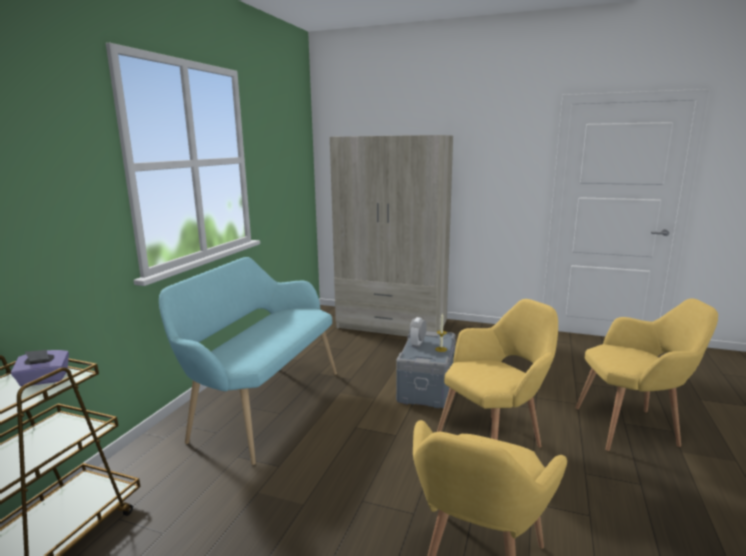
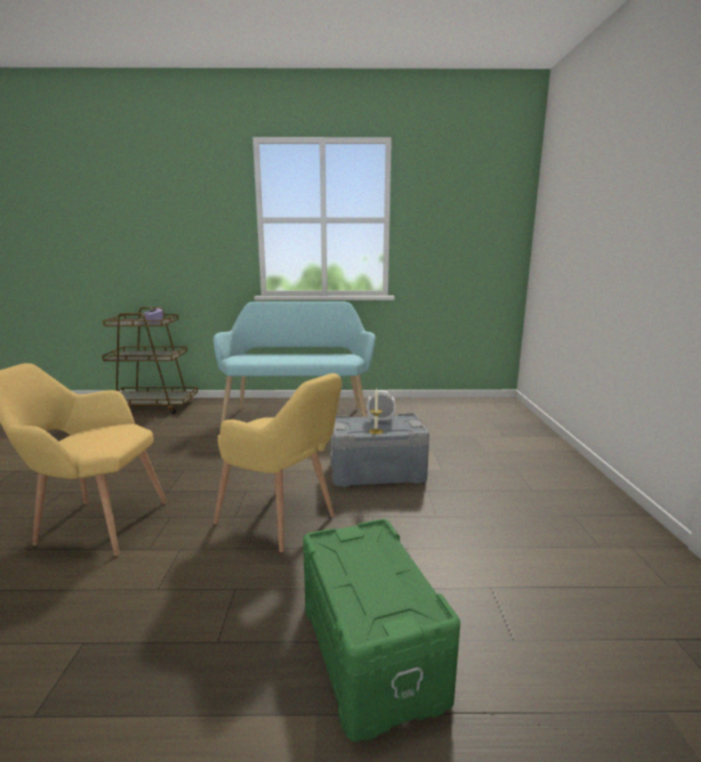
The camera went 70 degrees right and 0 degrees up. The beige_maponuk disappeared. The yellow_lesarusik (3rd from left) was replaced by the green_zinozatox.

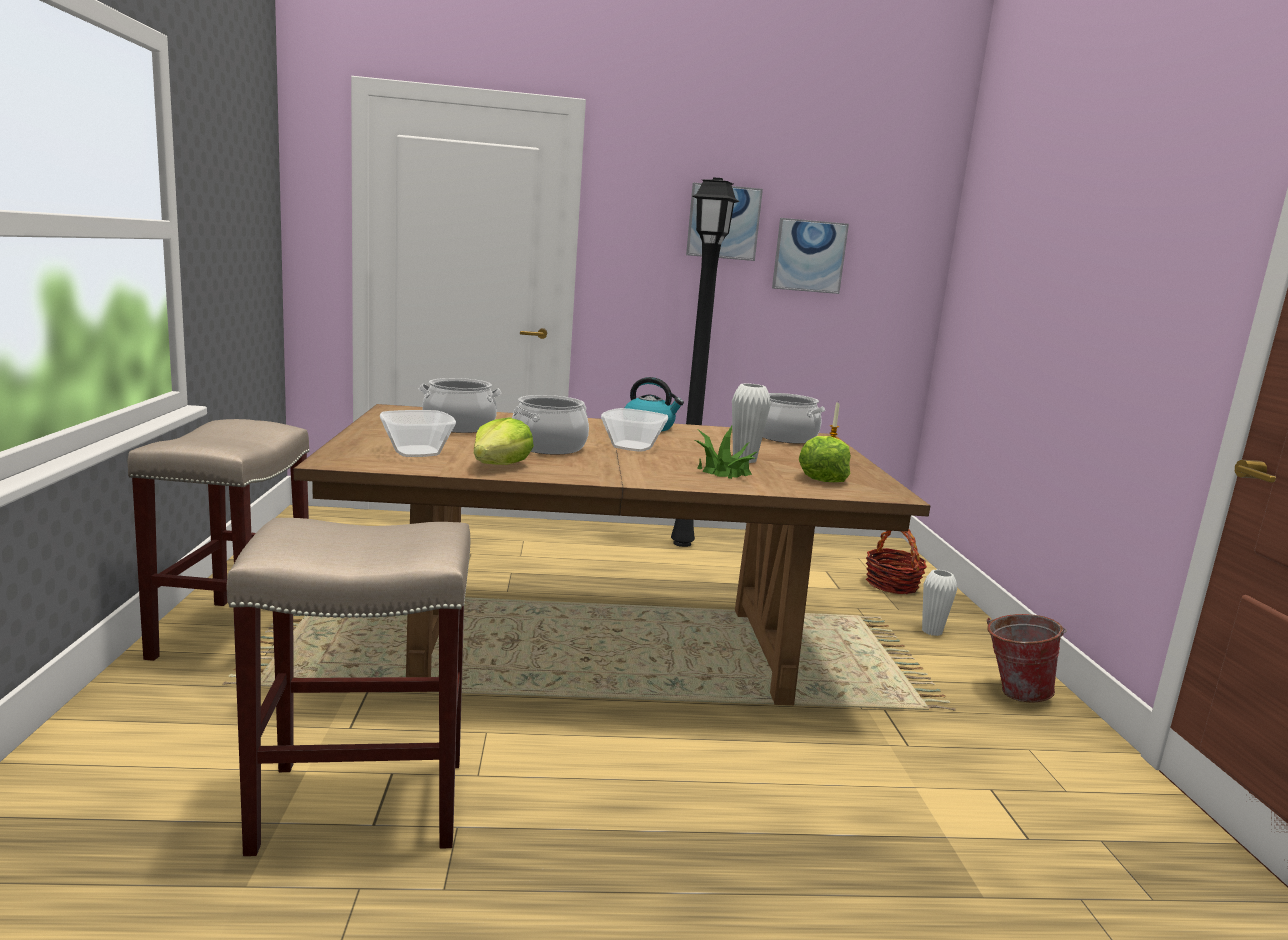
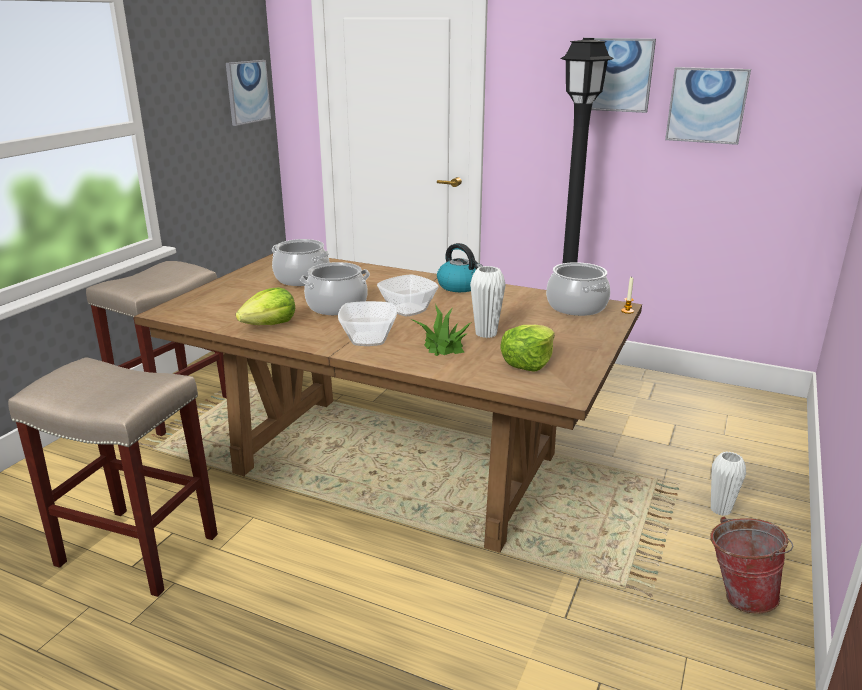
The camera went 30 degrees right and 10 degrees up. The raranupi (1st from left) moved. The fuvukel disappeared. The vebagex (1st from left) appeared.

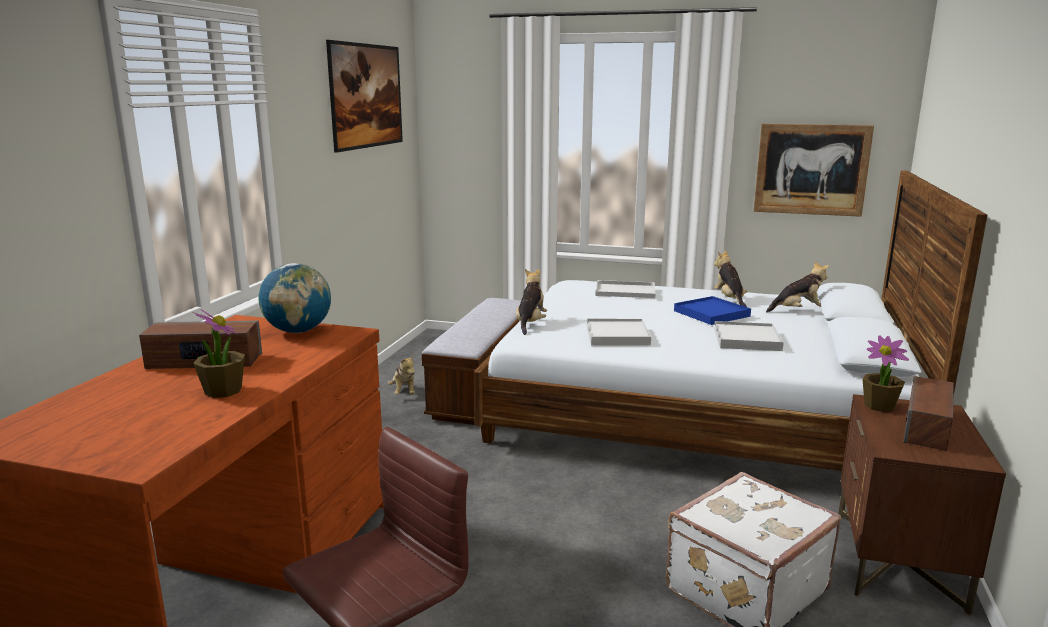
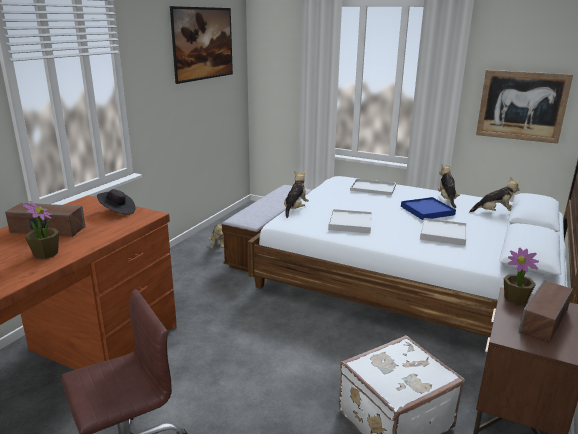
The camera went 10 degrees right and 5 degrees up. The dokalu was replaced by the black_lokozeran.

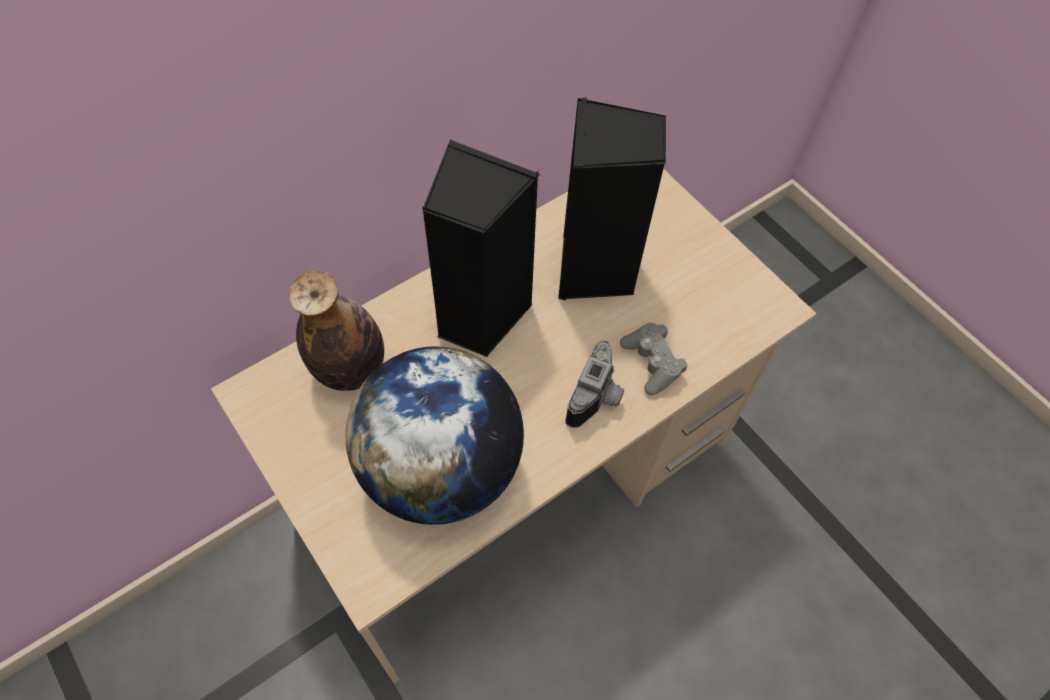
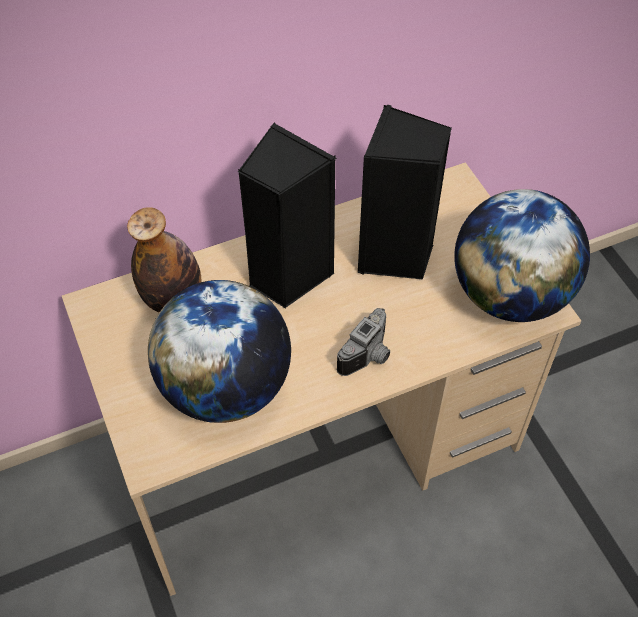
The camera went 15 degrees right and 5 degrees down. The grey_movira disappeared. The dokalu (2nd from left) appeared.

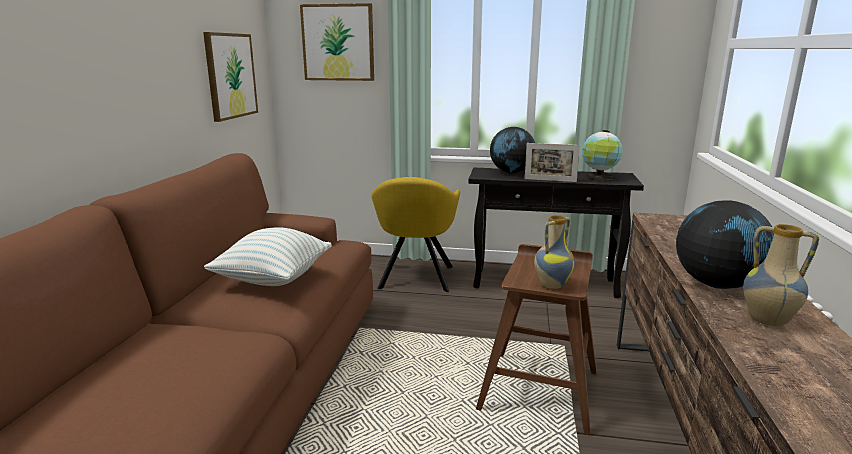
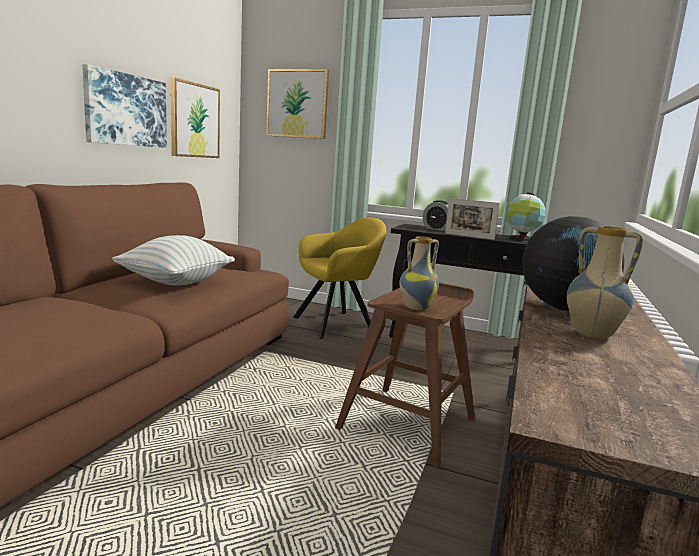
The camera went 10 degrees right and 5 degrees down. The yellow_lesarusik turned 135 degrees counterclockwise. The dokalu (1st from left) was replaced by the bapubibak. The vebagex (1st from left) appeared.

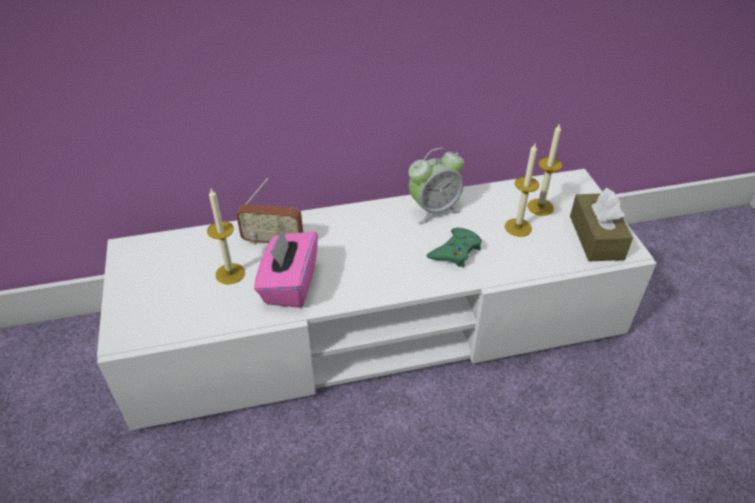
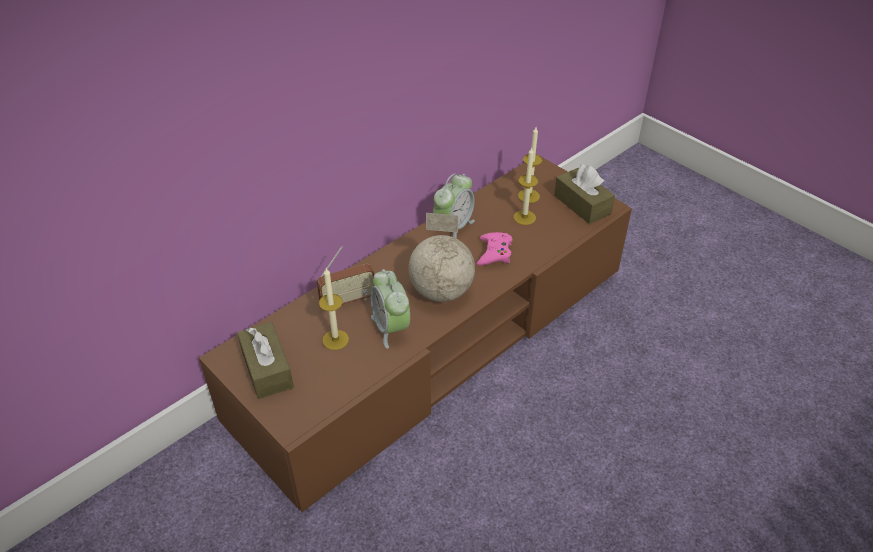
The camera went 30 degrees left and 0 degrees up. The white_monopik became the brown_monopik. The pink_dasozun was replaced by the bapubibak (1st from left). The green_movira became the pink_movira. The brown_dasozun (1st from left) appeared. The dokalu appeared.

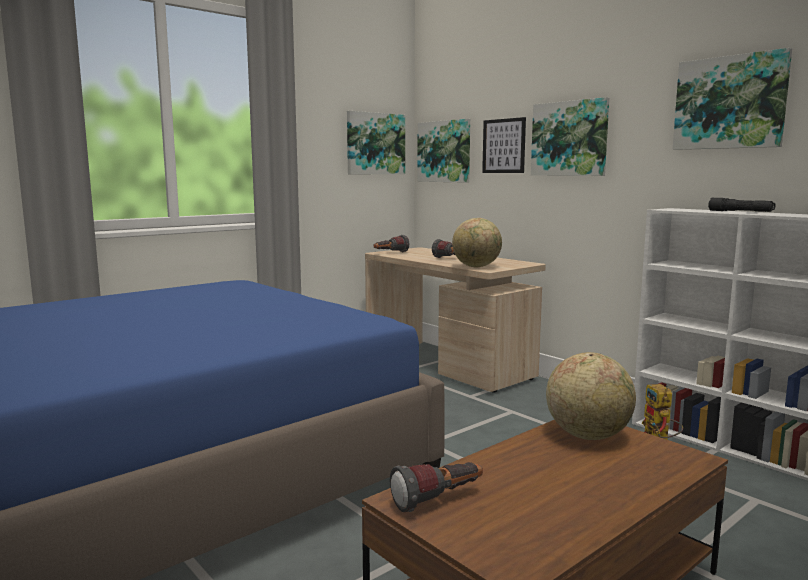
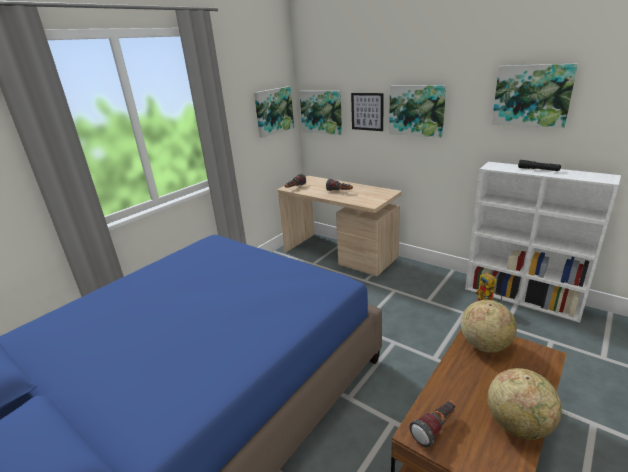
The camera went 10 degrees left and 15 degrees up. The dokalu (1st from left in the first image) moved.

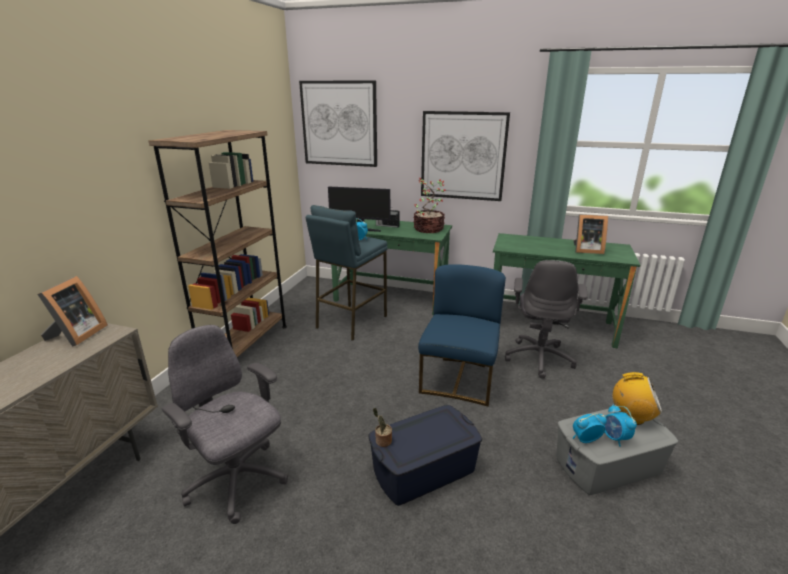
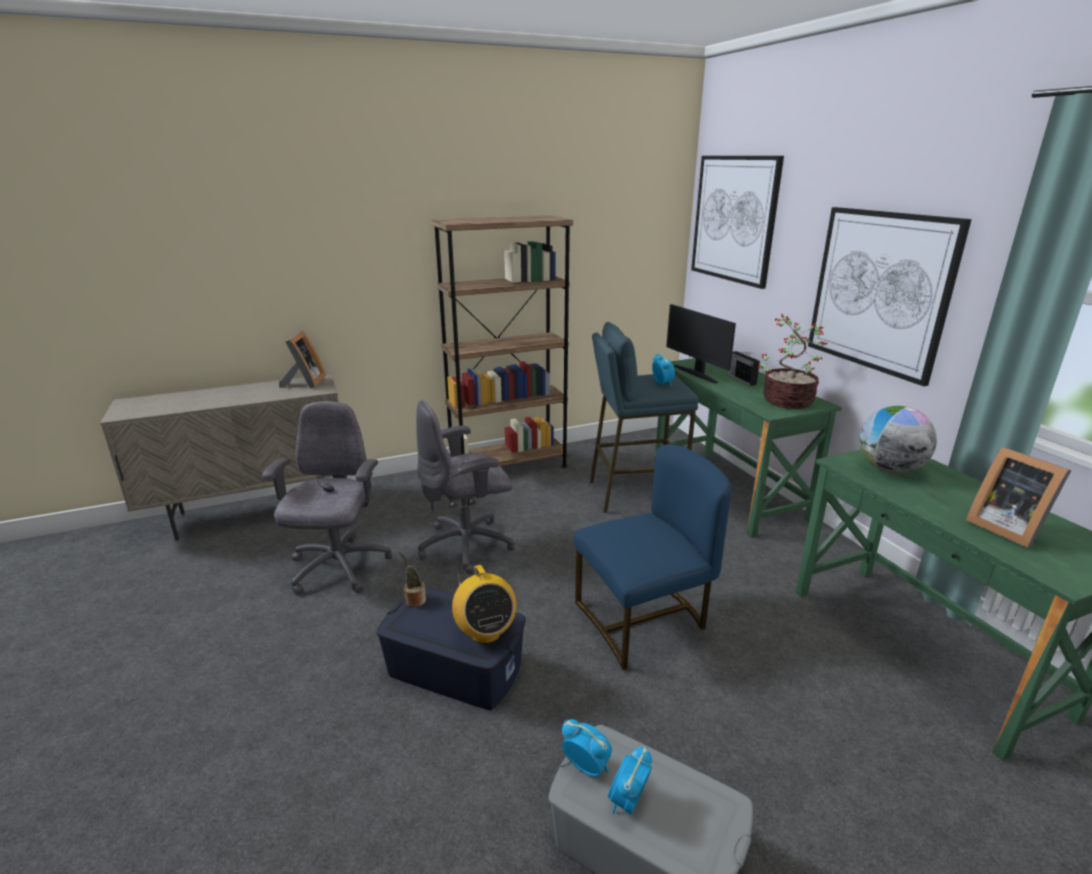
The camera went 50 degrees right and 0 degrees up. The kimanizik (1st from left) turned 60 degrees counterclockwise. The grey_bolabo (2nd from left) moved. The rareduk (2nd from left in the first image) moved. The dokalu appeared.

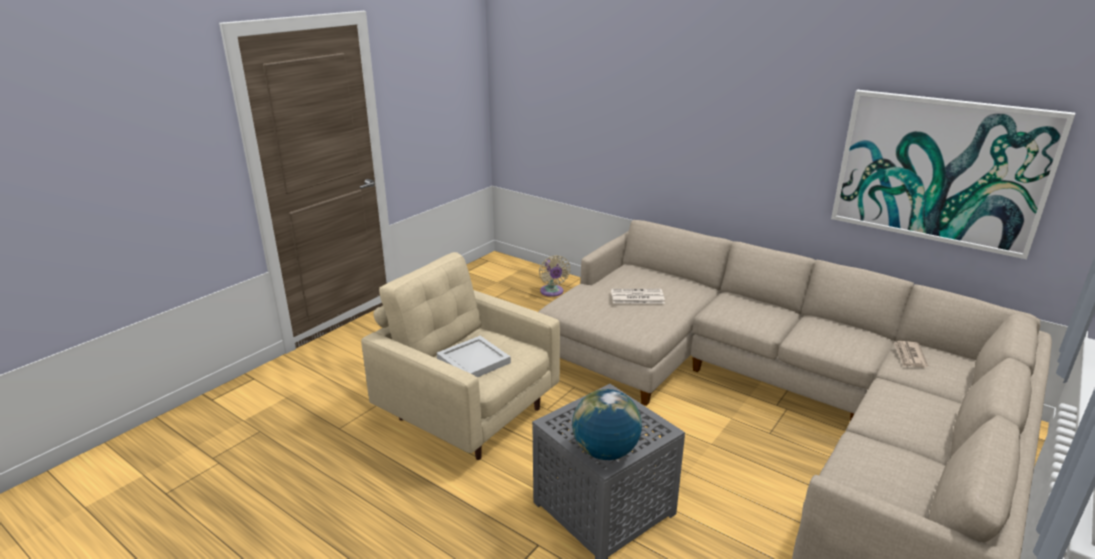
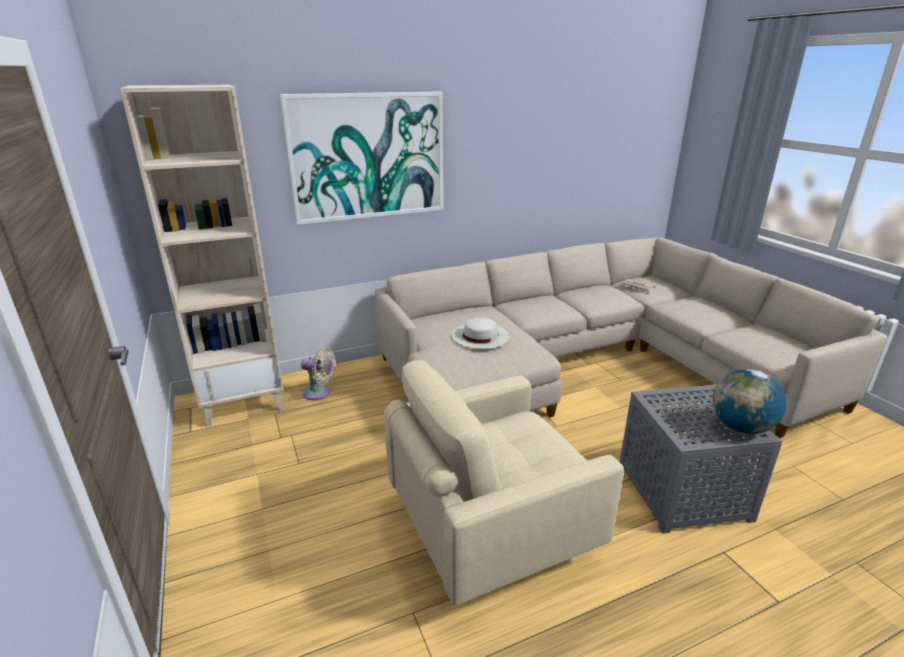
The camera went 60 degrees left and 0 degrees up. The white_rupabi disappeared. The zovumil (1st from left) was replaced by the white_lokozeran. The vebagex moved. The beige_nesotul appeared.

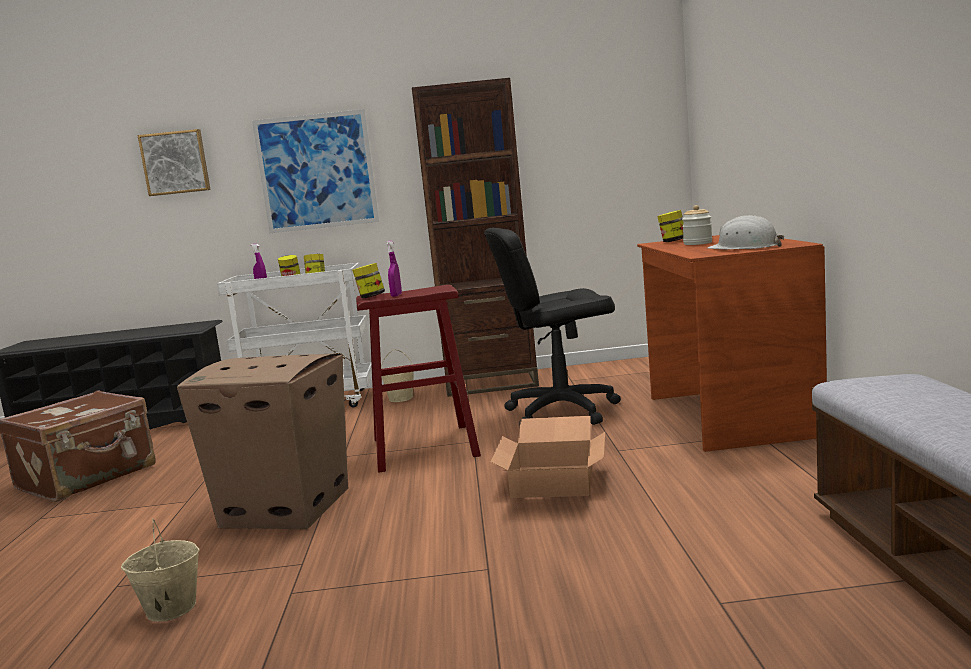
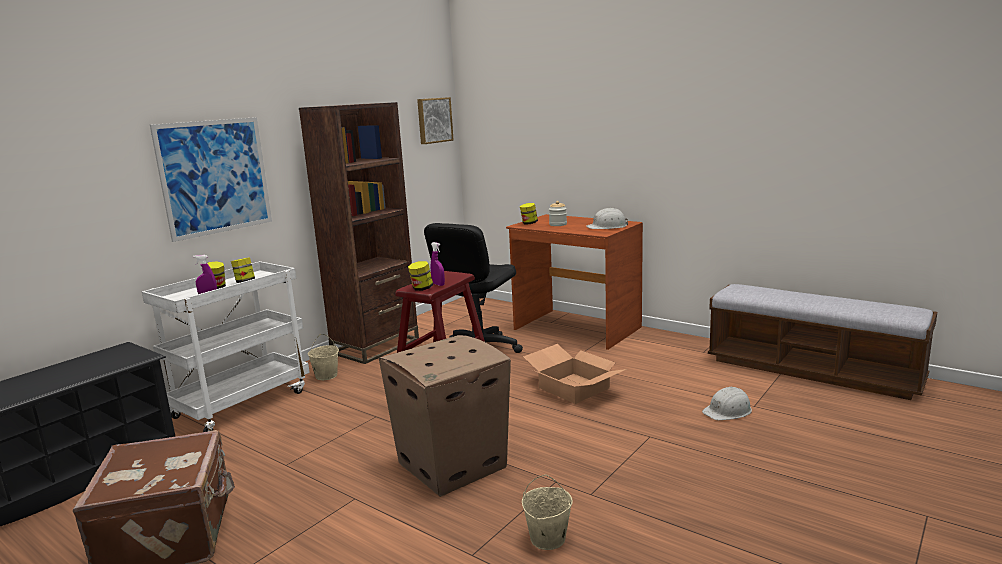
The camera went 50 degrees left and 5 degrees up. The vebagex (1st from left in the first image) moved. The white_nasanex (2nd from left) appeared.

